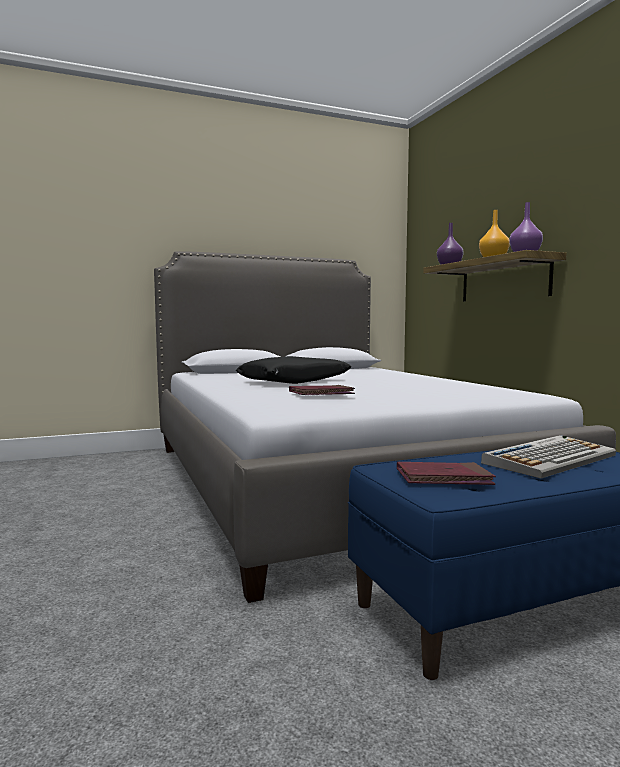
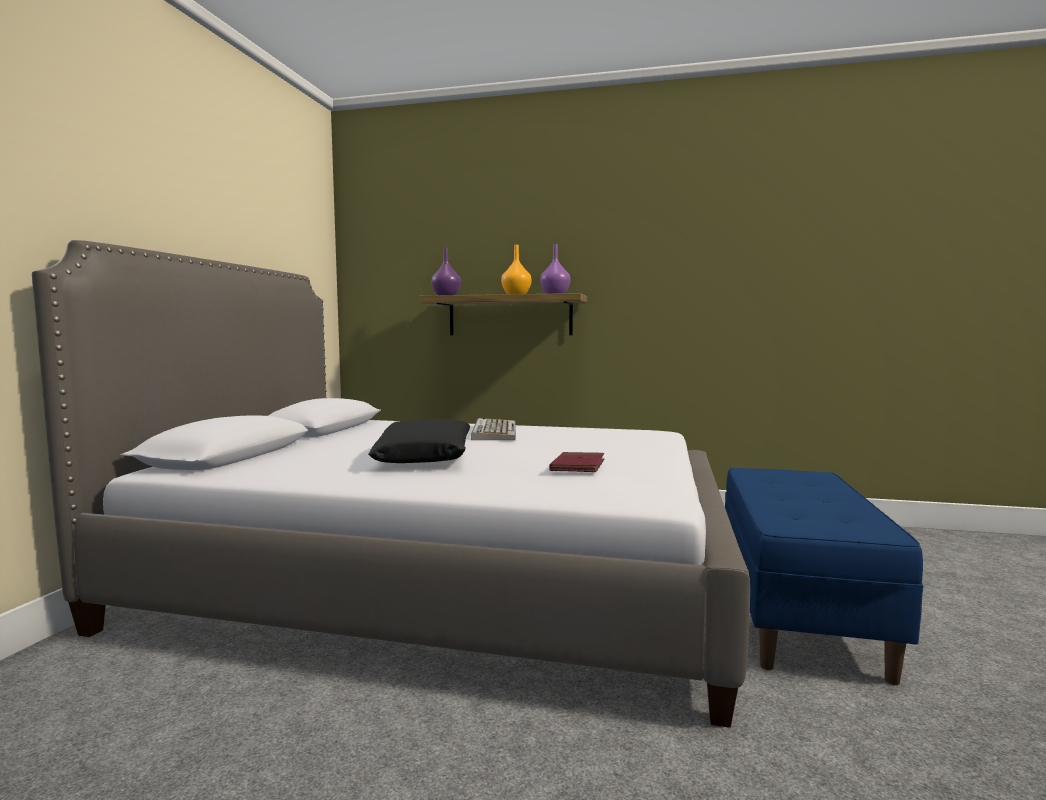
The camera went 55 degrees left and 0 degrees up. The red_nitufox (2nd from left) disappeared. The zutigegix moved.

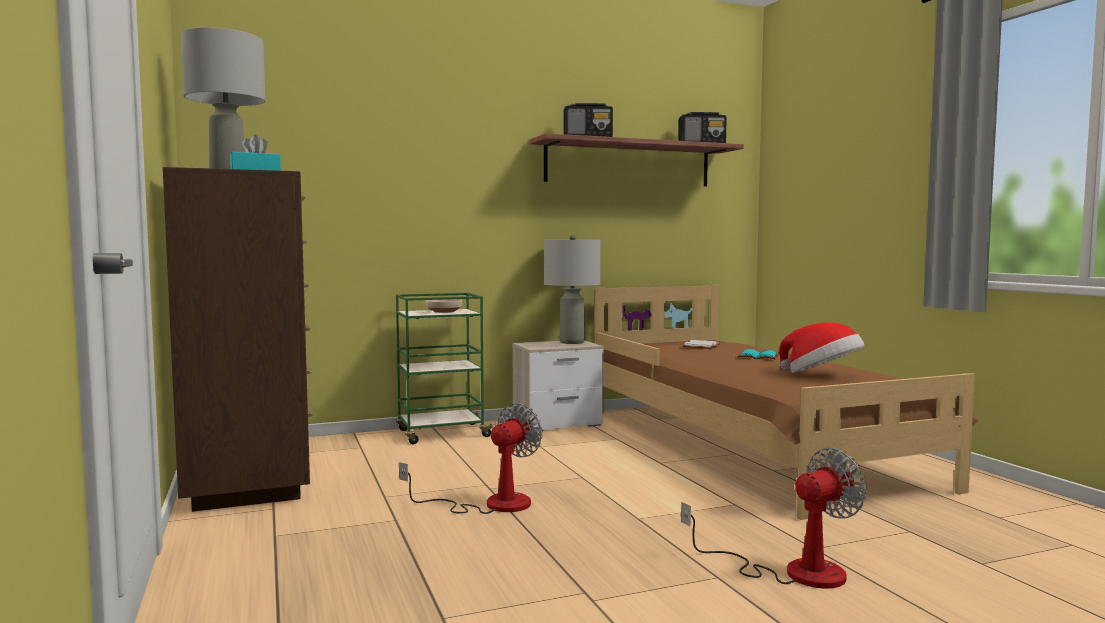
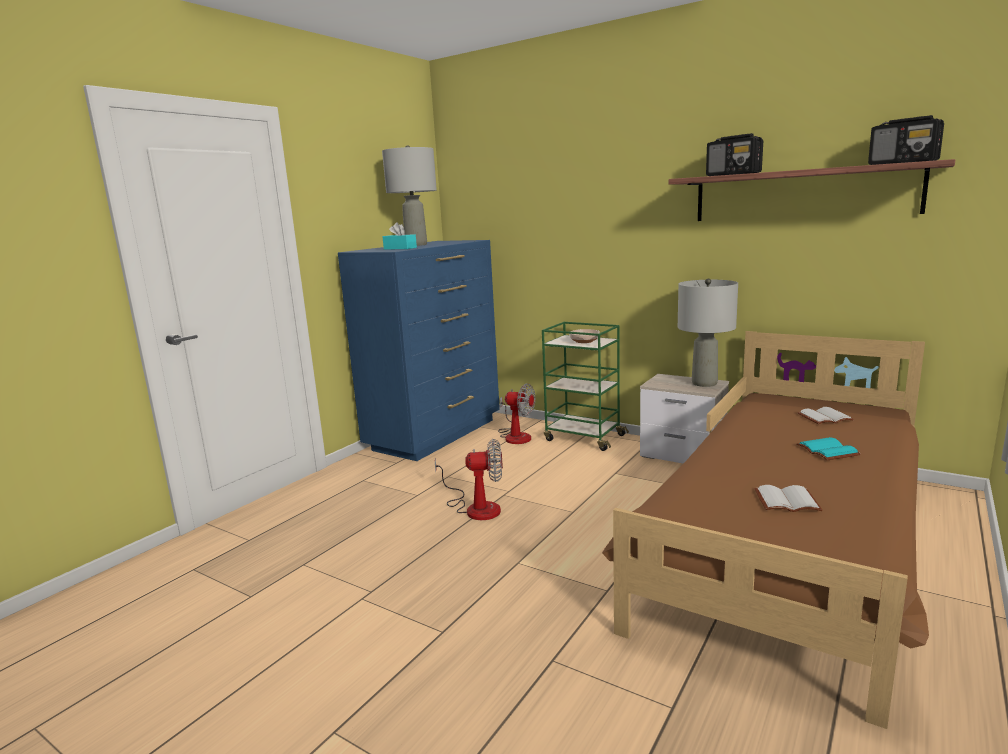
The camera went 55 degrees right and 10 degrees up. The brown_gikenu became the blue_gikenu. The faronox (2nd from left) moved. The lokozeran was replaced by the white_nitufox (1st from left).

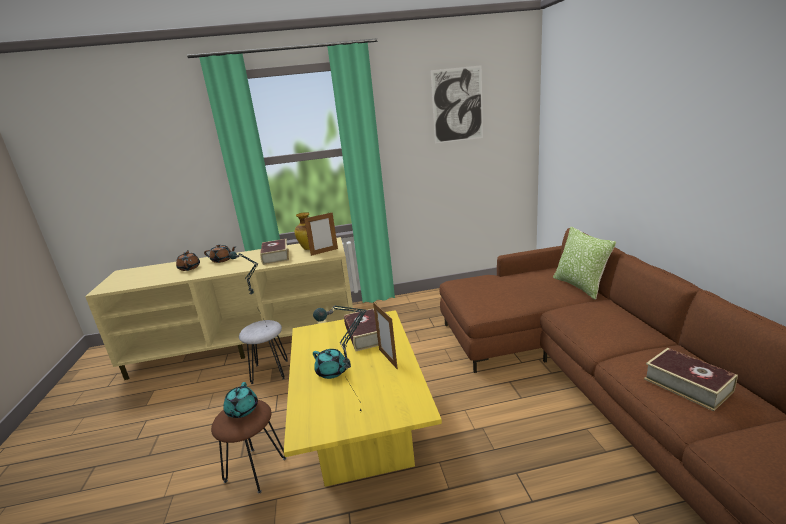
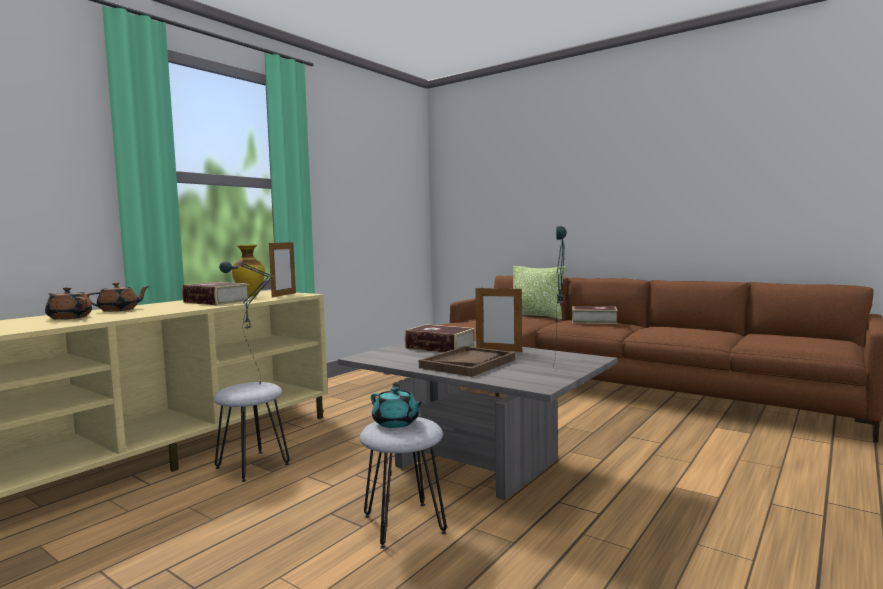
The camera went 45 degrees left and 15 degrees down. The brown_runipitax became the grey_runipitax (2nd from left). The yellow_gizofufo became the grey_gizofufo. The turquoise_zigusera (2nd from left) was replaced by the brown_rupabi. The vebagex disappeared. The nitufox (3rd from left) moved.

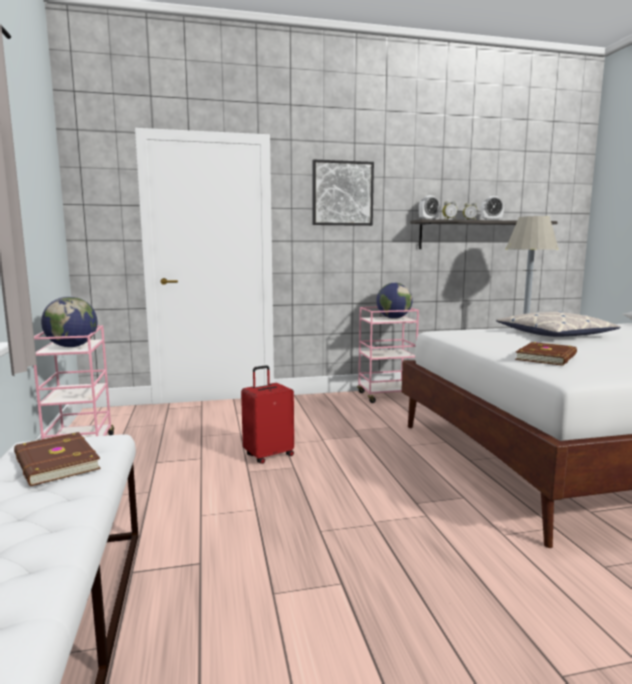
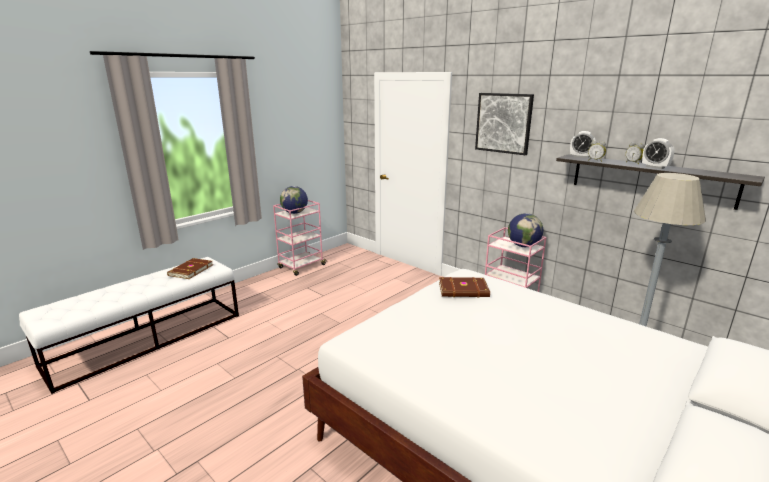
The camera went 55 degrees right and 10 degrees up. The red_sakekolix disappeared. The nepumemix disappeared. The brown_nitufox (2nd from left) moved.

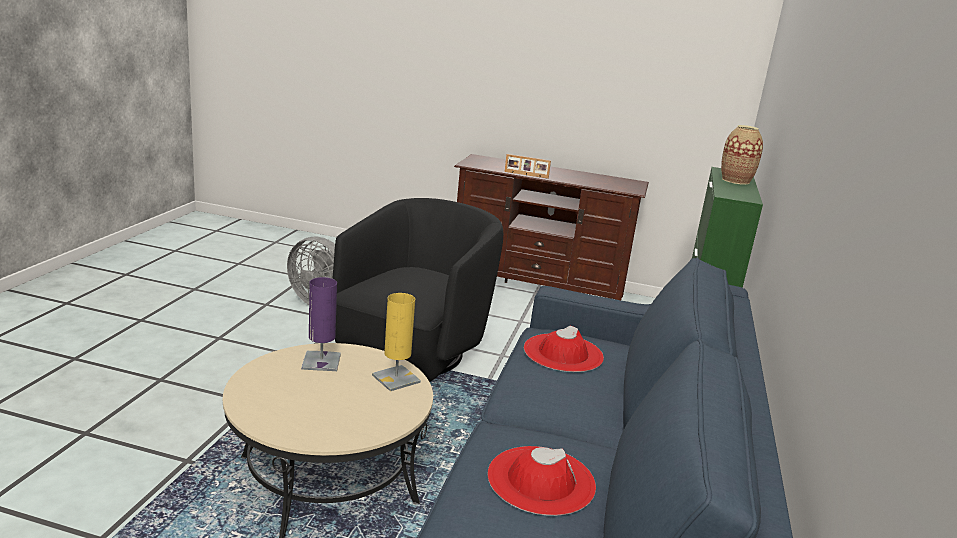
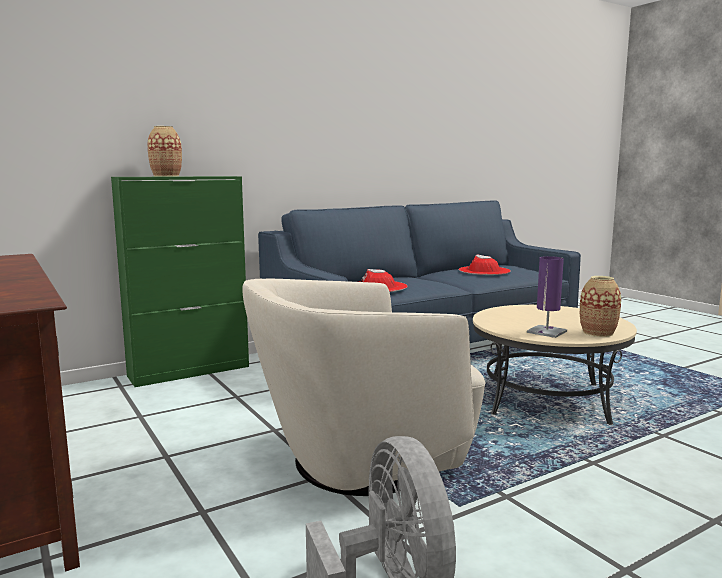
The camera went 135 degrees left and 10 degrees down. The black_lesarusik became the beige_lesarusik. The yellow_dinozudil disappeared. The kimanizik disappeared. The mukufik (2nd from left) appeared.

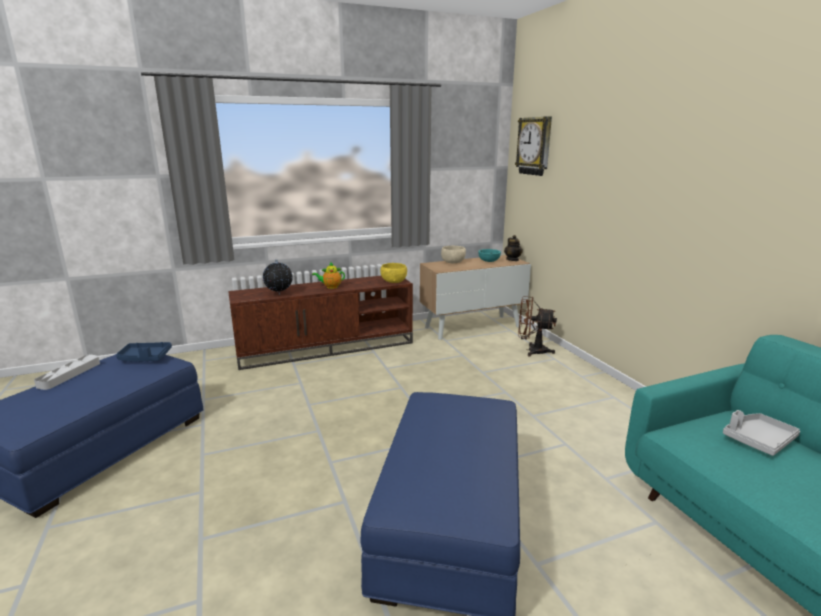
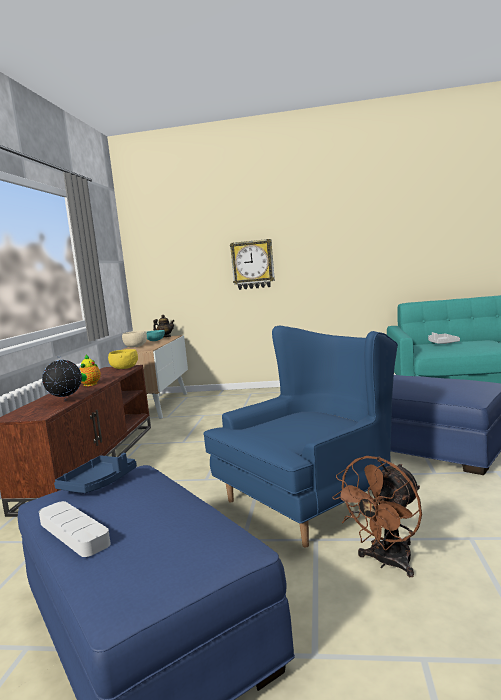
The camera went 60 degrees left and 10 degrees down. The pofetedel moved. The brown_faronox moved. The blue_lesarusik appeared.

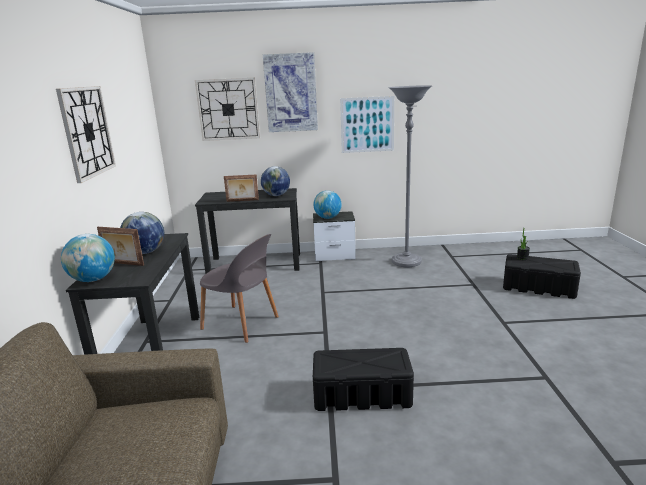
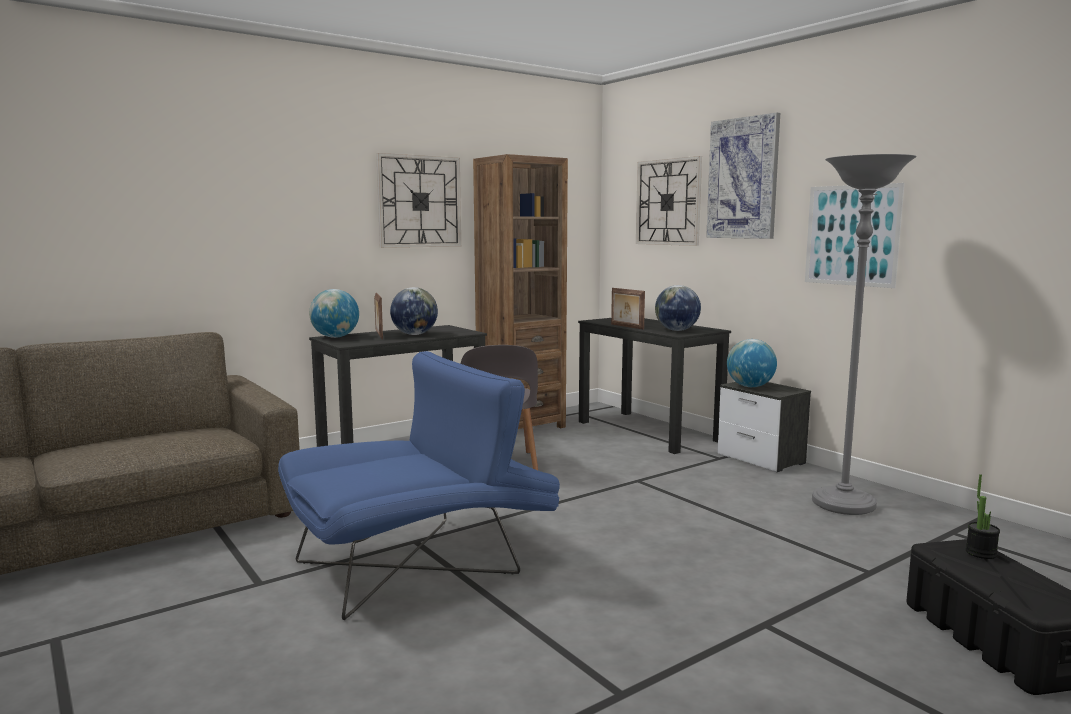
The camera went 55 degrees right and 10 degrees down. The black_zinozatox (1st from left) was replaced by the blue_lesarusik. The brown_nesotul appeared.

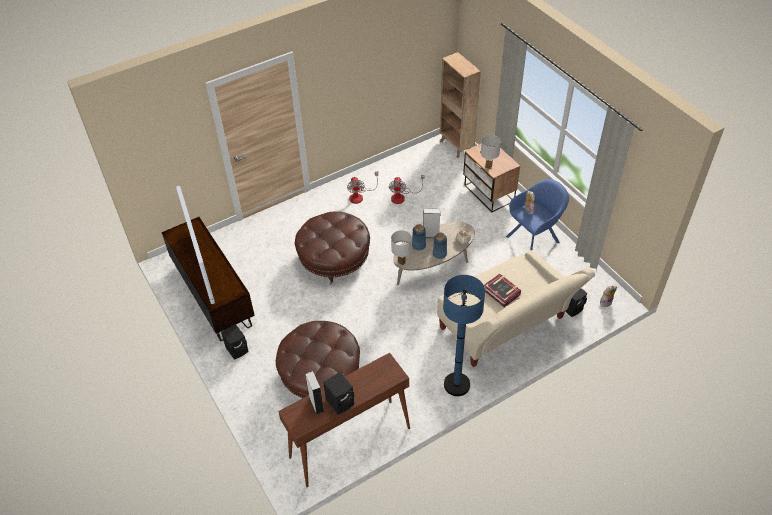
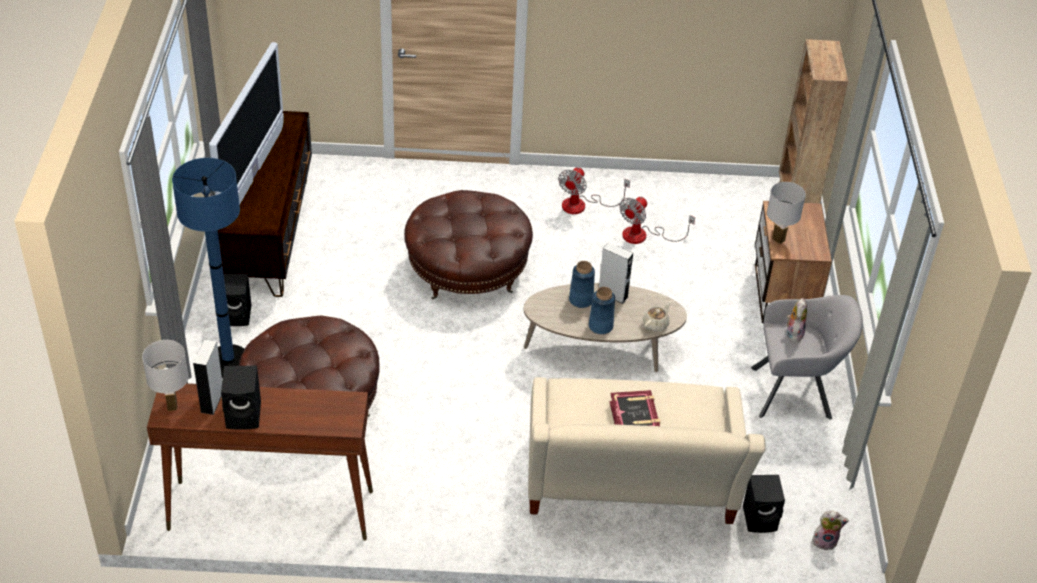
The camera went 30 degrees right and 5 degrees down. The white_dinozudil (1st from left) moved. The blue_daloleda moved. The blue_lesarusik became the grey_lesarusik.

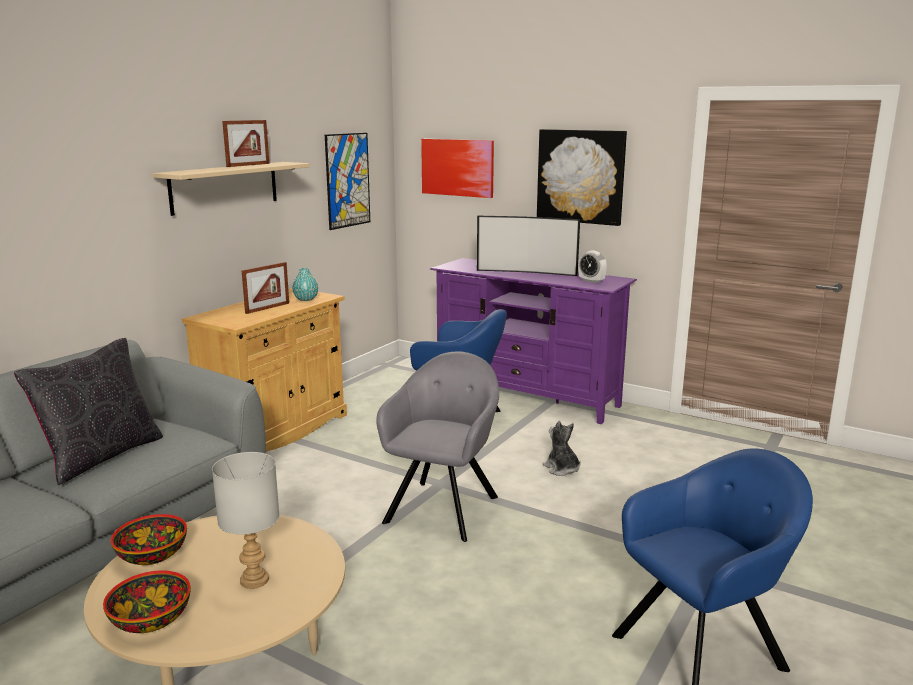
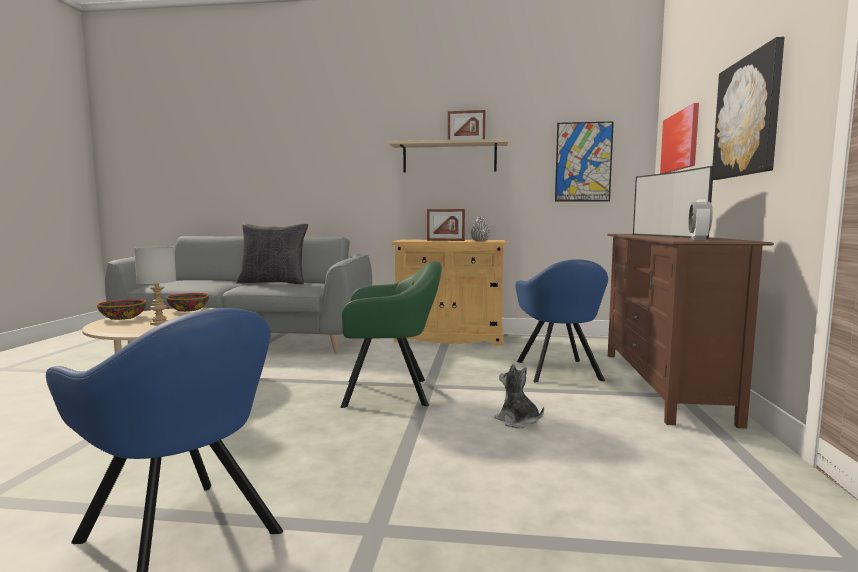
The camera went 65 degrees right and 10 degrees down. The turquoise_mukufik became the grey_mukufik. The grey_lesarusik became the green_lesarusik. The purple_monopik became the brown_monopik. The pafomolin turned 75 degrees counterclockwise.

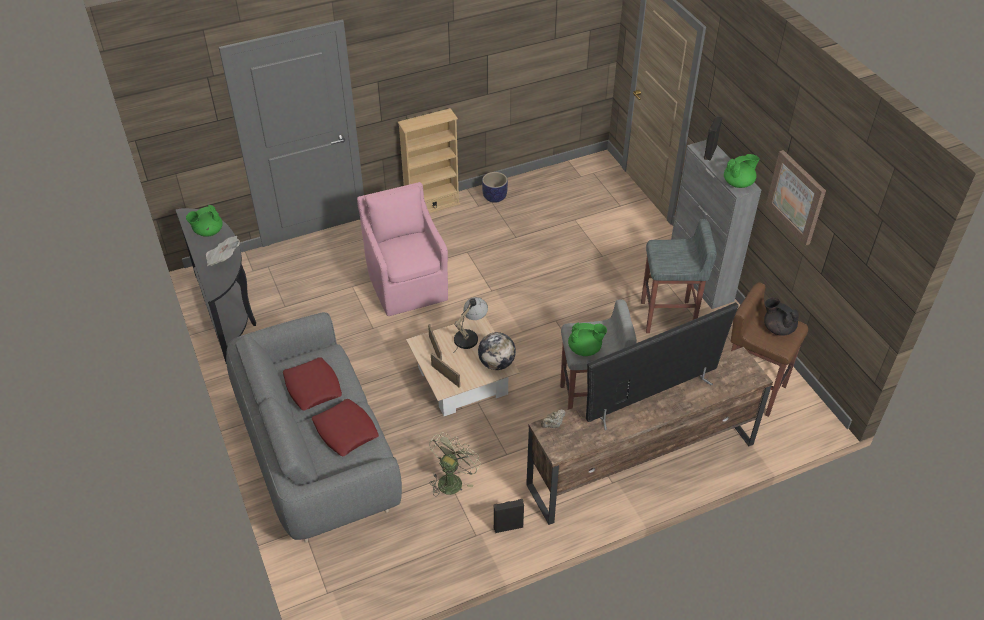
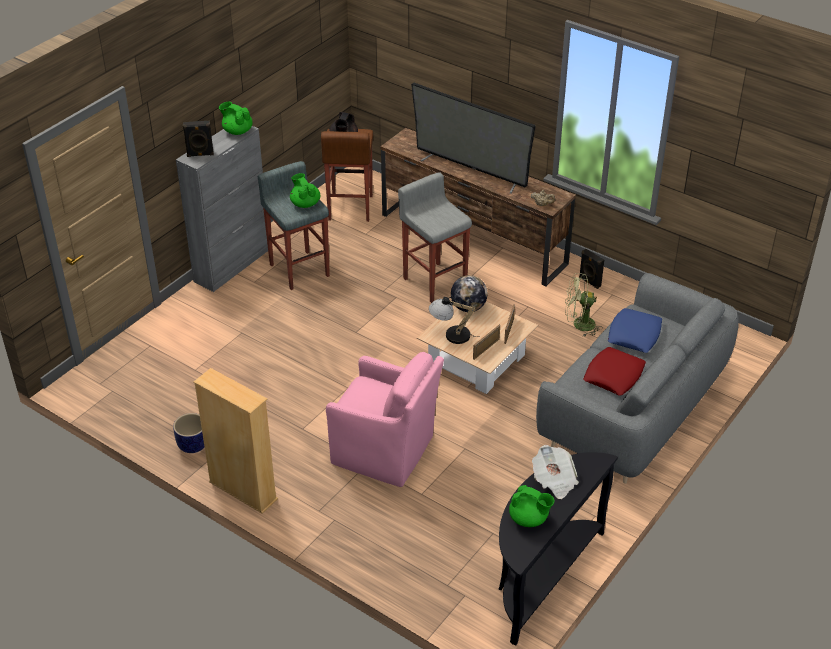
The camera went 120 degrees left and 5 degrees down. The red_nepumemix (2nd from left) became the blue_nepumemix. The pink_lesarusik turned 105 degrees counterclockwise. The green_zigusera (2nd from left) moved. The vebagex disappeared.

